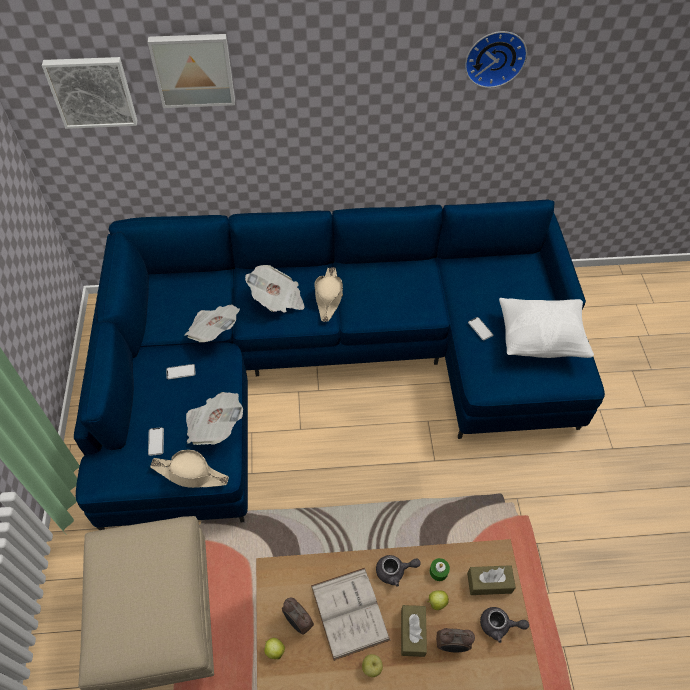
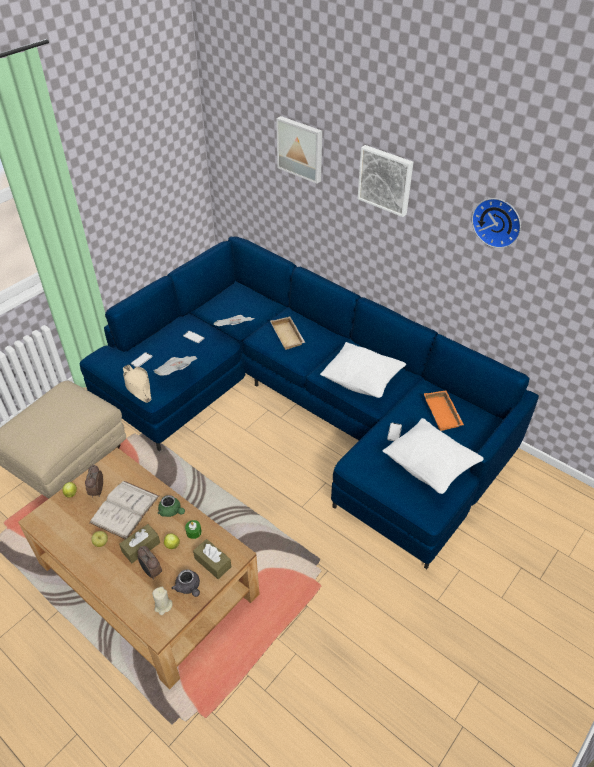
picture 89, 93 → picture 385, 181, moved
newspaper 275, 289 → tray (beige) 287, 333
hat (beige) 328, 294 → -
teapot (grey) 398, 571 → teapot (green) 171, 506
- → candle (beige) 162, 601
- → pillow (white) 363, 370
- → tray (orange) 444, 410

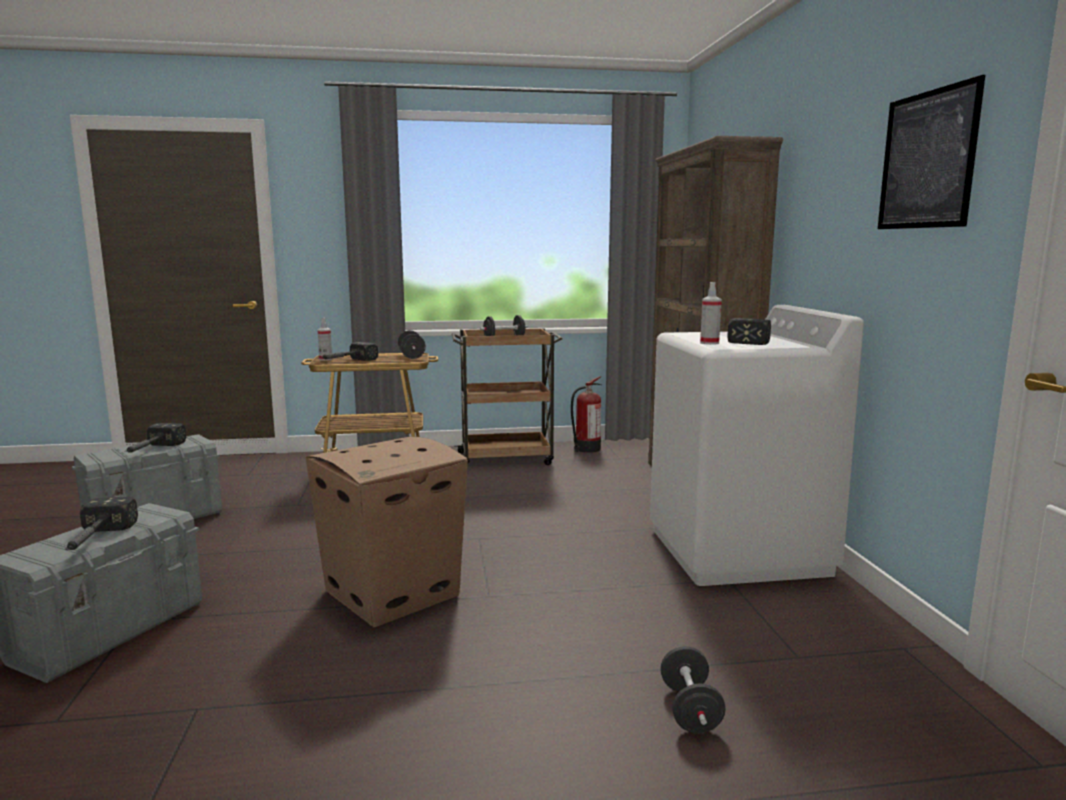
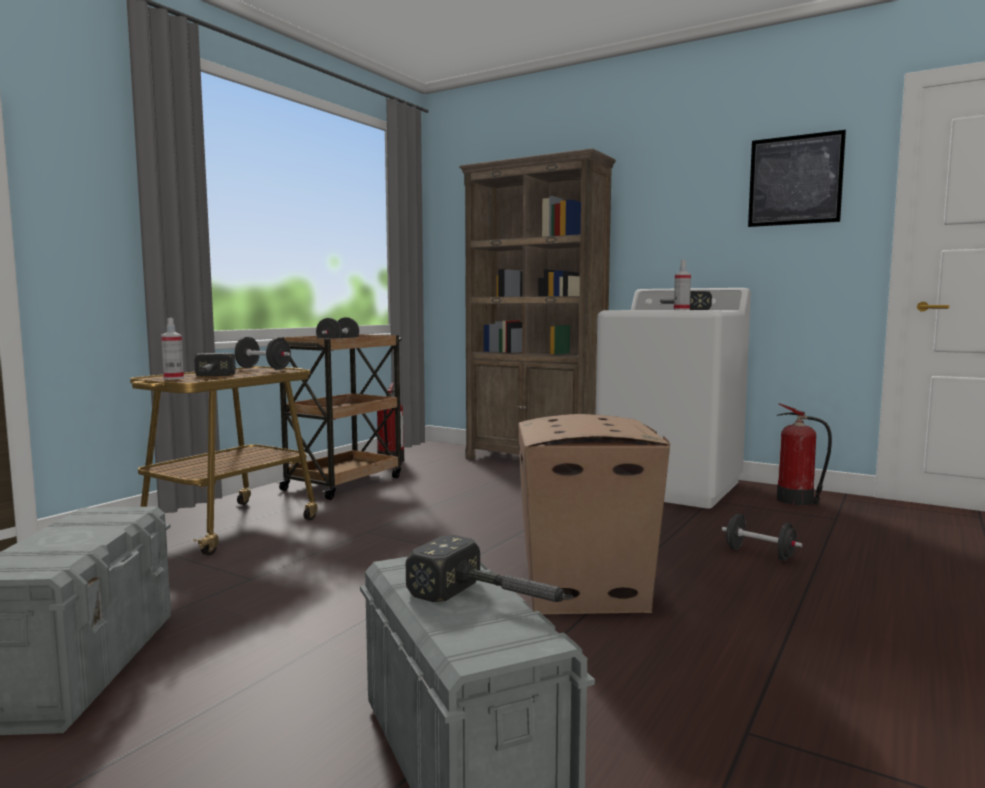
hammer 155, 438 → -
dumbbell (black) 693, 689 → dumbbell (black) 762, 537, moved
- → fire extinguisher 804, 454

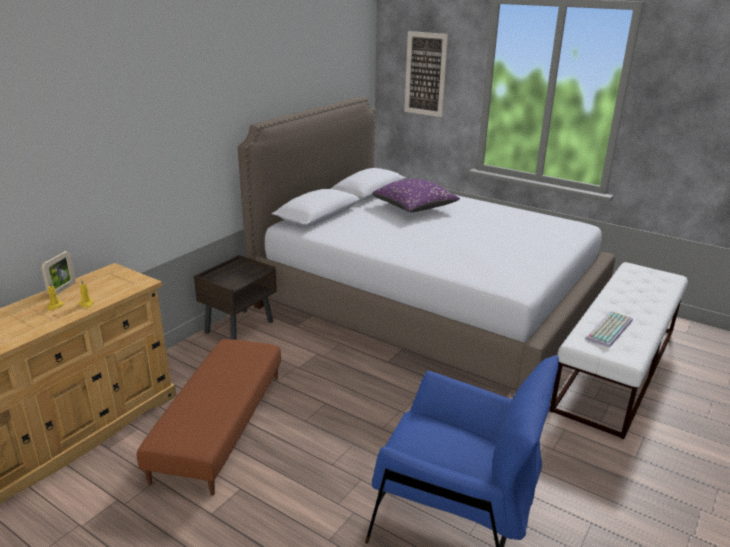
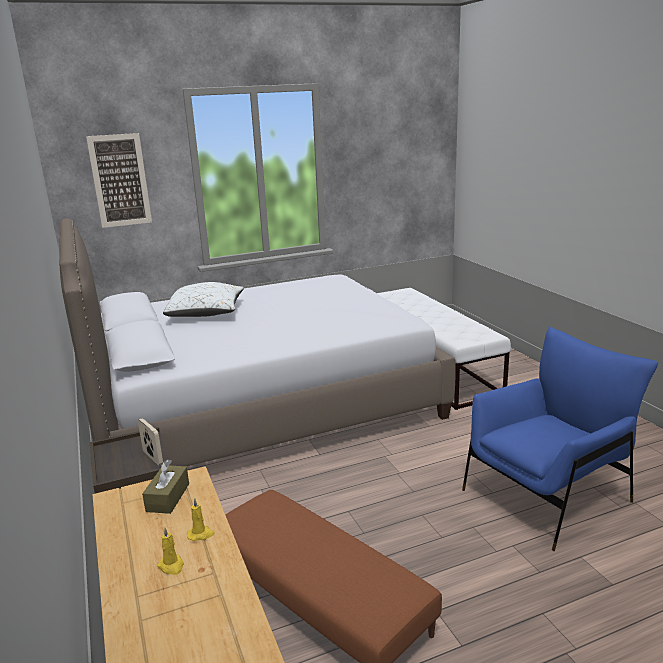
picture frame 58, 273 → picture frame 150, 442, moved
pillow (purple) 416, 196 → pillow (white) 203, 299
keyboard 609, 329 → -
- → tissue box (brown) 165, 486

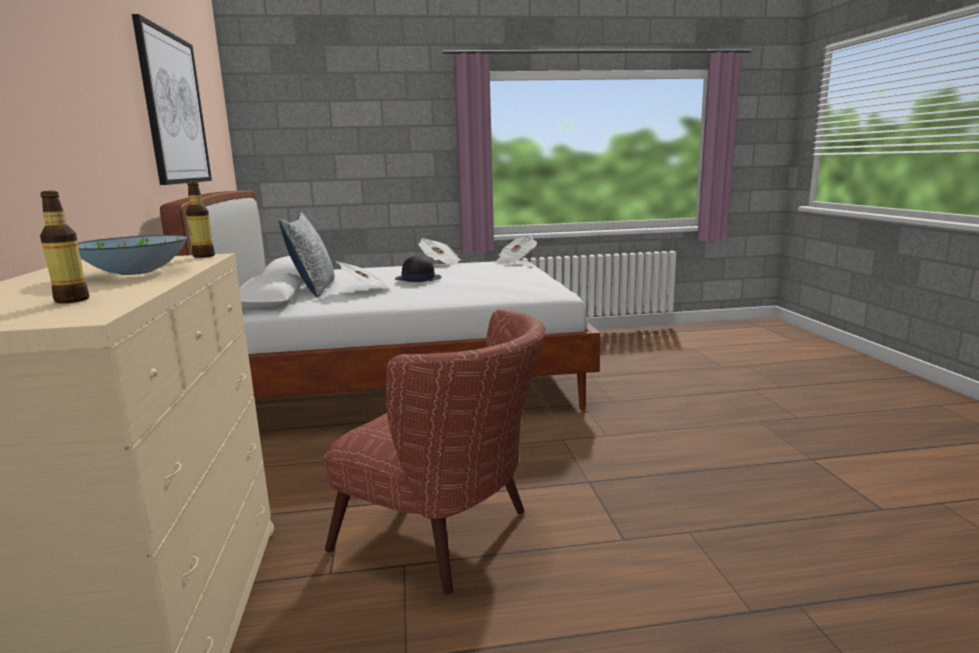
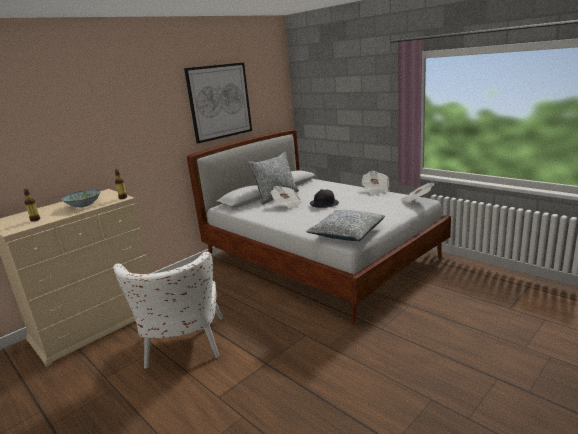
armchair (brown) 435, 452 → armchair (white) 168, 310
- → pillow 345, 225

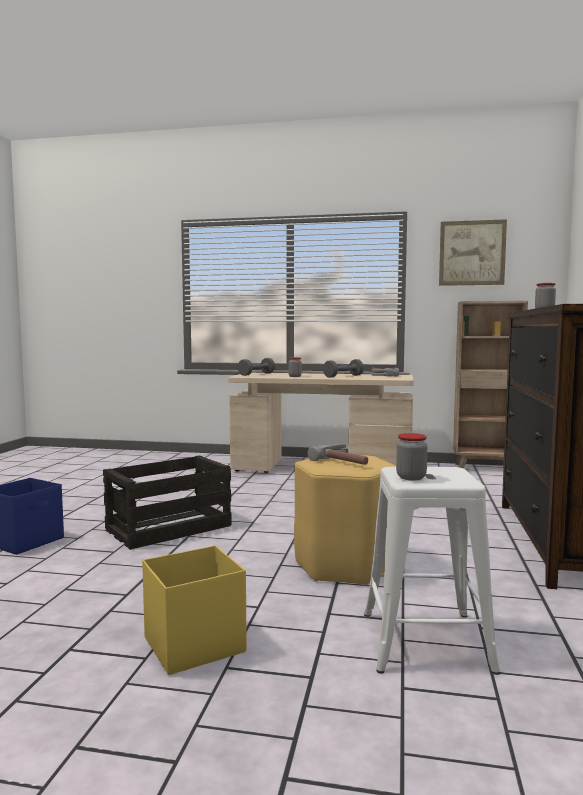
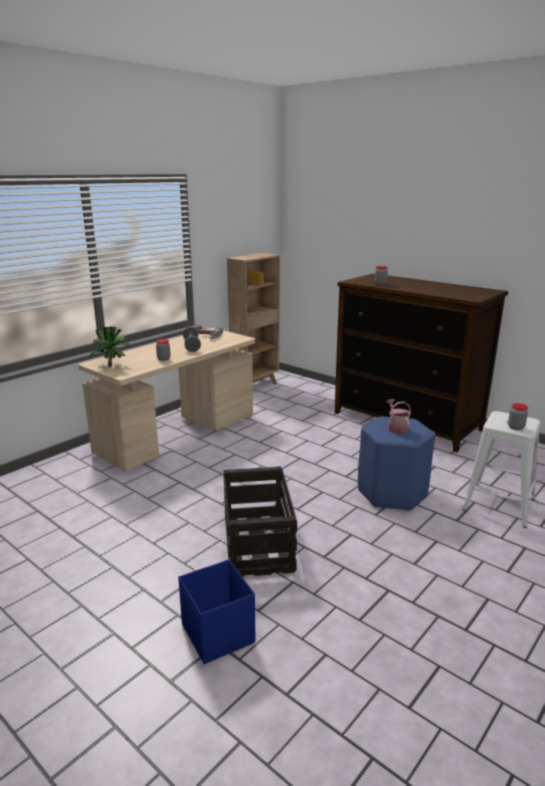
storage box (yellow) 194, 610 → -
dumbbell (grey) 256, 367 → potted plant 109, 346
stool (yellow) 345, 520 → stool (blue) 396, 463
hammer 338, 454 → watering can 398, 416
picture 473, 252 → -

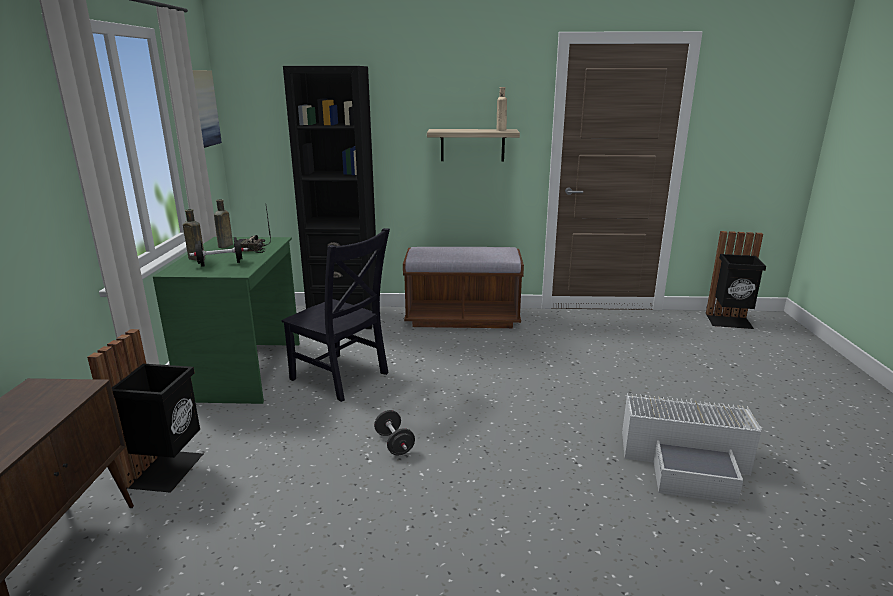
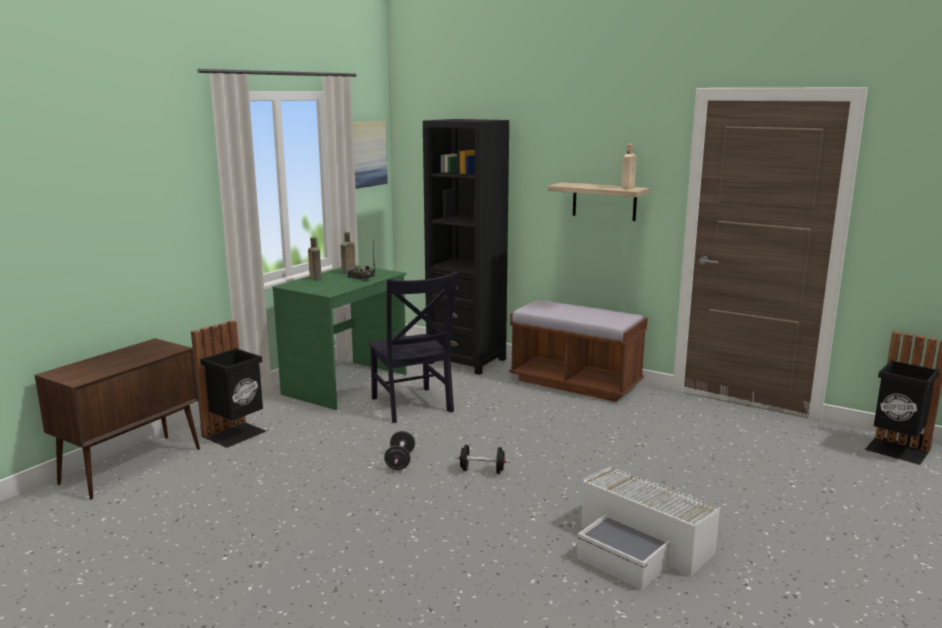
dumbbell (black) 218, 252 → dumbbell (black) 482, 459, moved

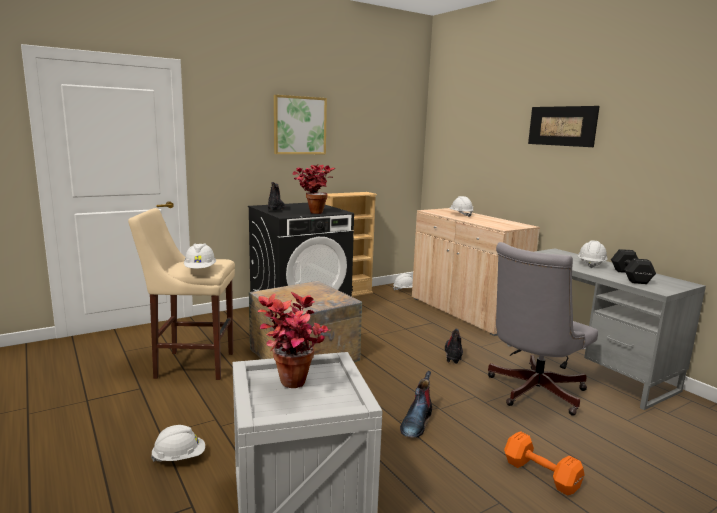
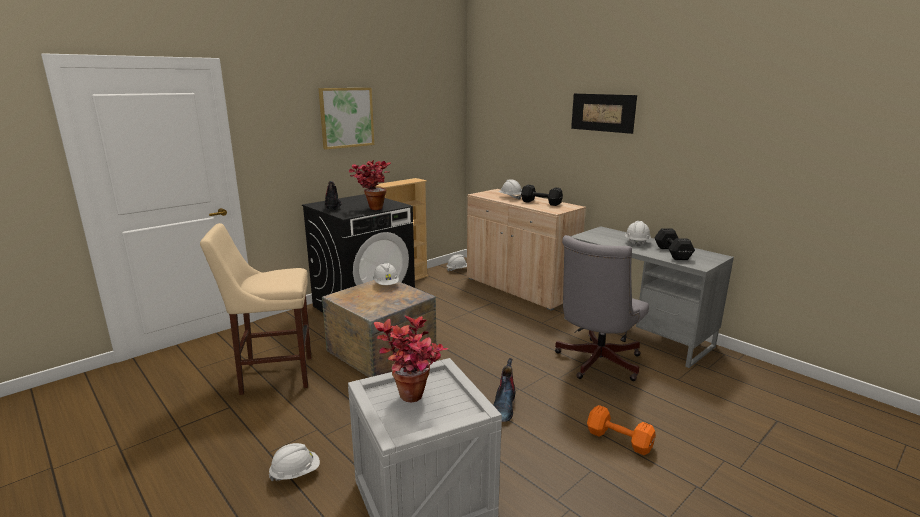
hard hat (white) 200, 255 → hard hat (white) 386, 274, moved
boot 454, 346 → -
- → dumbbell (black) 542, 195

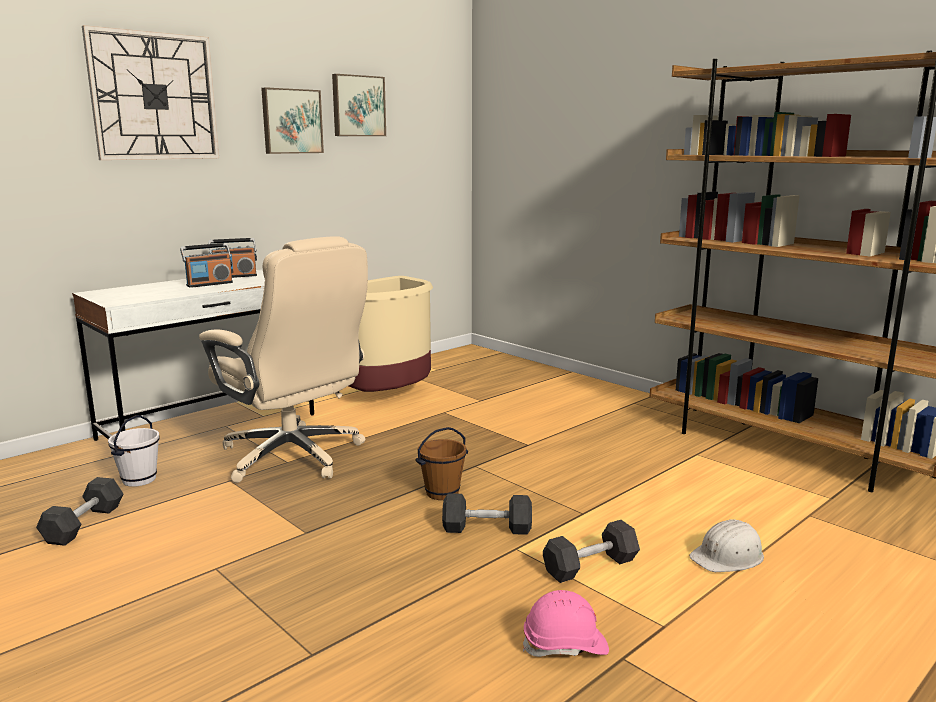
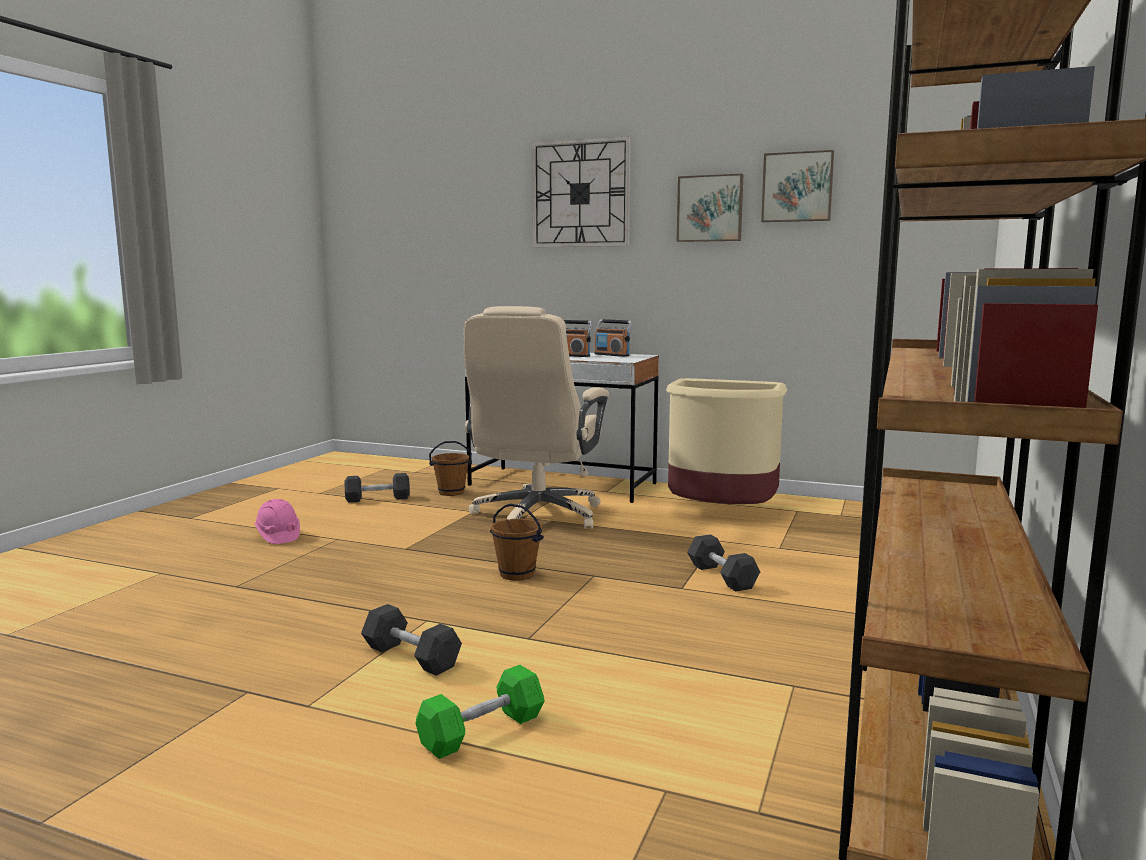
bucket (white) 133, 451 → bucket (brown) 450, 468
dumbbell (grey) 487, 514 → dumbbell (grey) 723, 563, moved
hard hat (pink) 566, 623 → hard hat (pink) 277, 521, moved
hard hat (white) 726, 545 → dumbbell (green) 480, 712

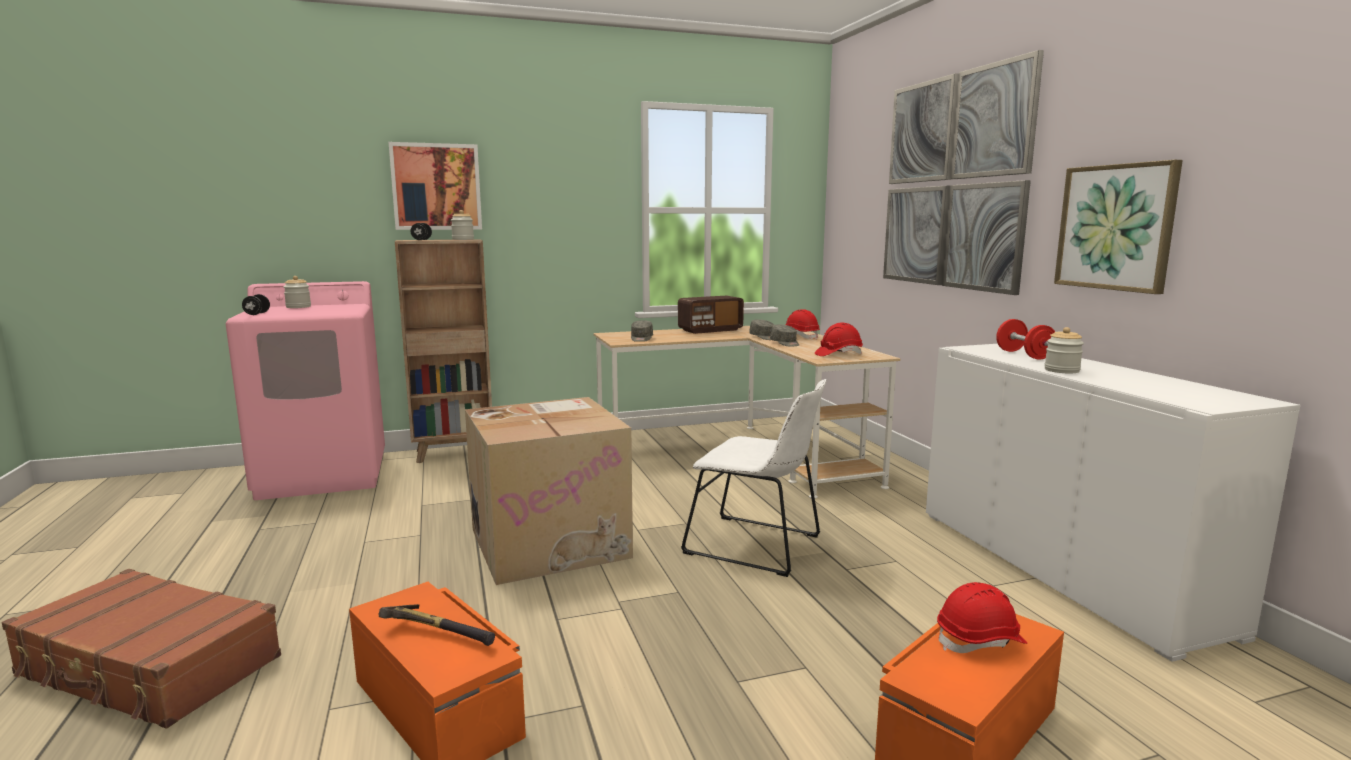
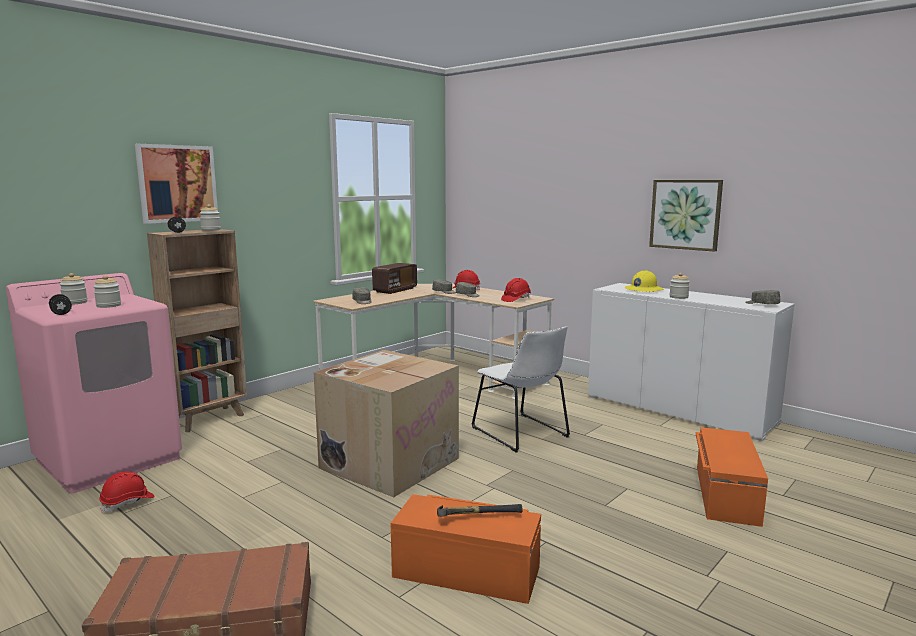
chair (white) 753, 478 → chair (white) 520, 389, 60 degrees clockwise
picture 963, 172 → -
hard hat (red) 982, 617 → hard hat (red) 126, 492, moved
dumbbell (red) 1025, 339 → hard hat (yellow) 644, 281
- → jar 107, 291
- → cap (grey) 762, 297

